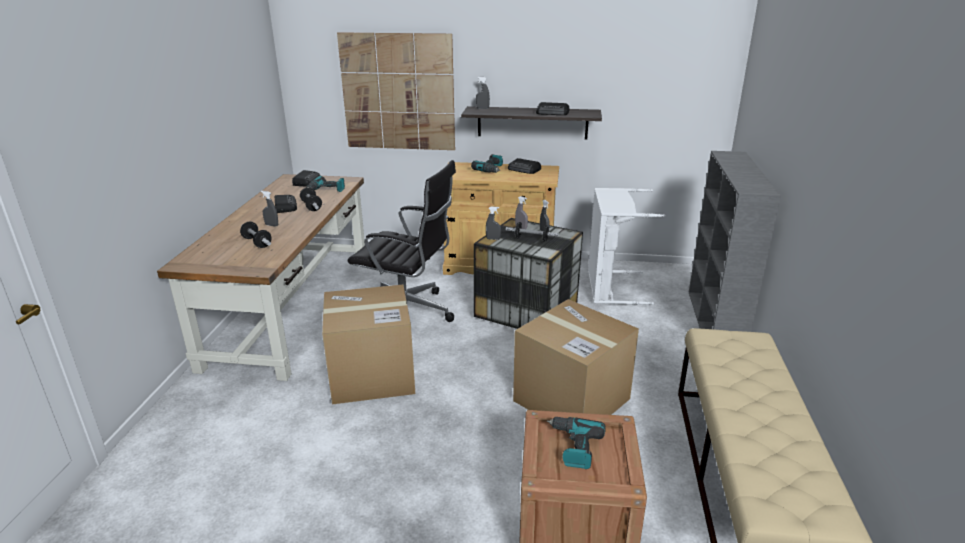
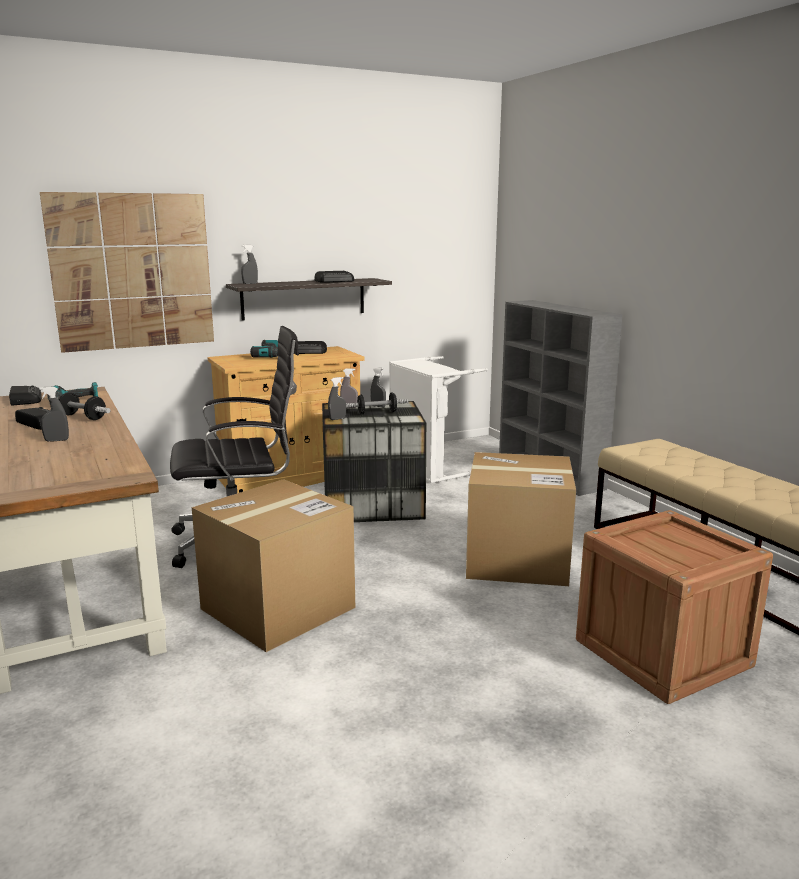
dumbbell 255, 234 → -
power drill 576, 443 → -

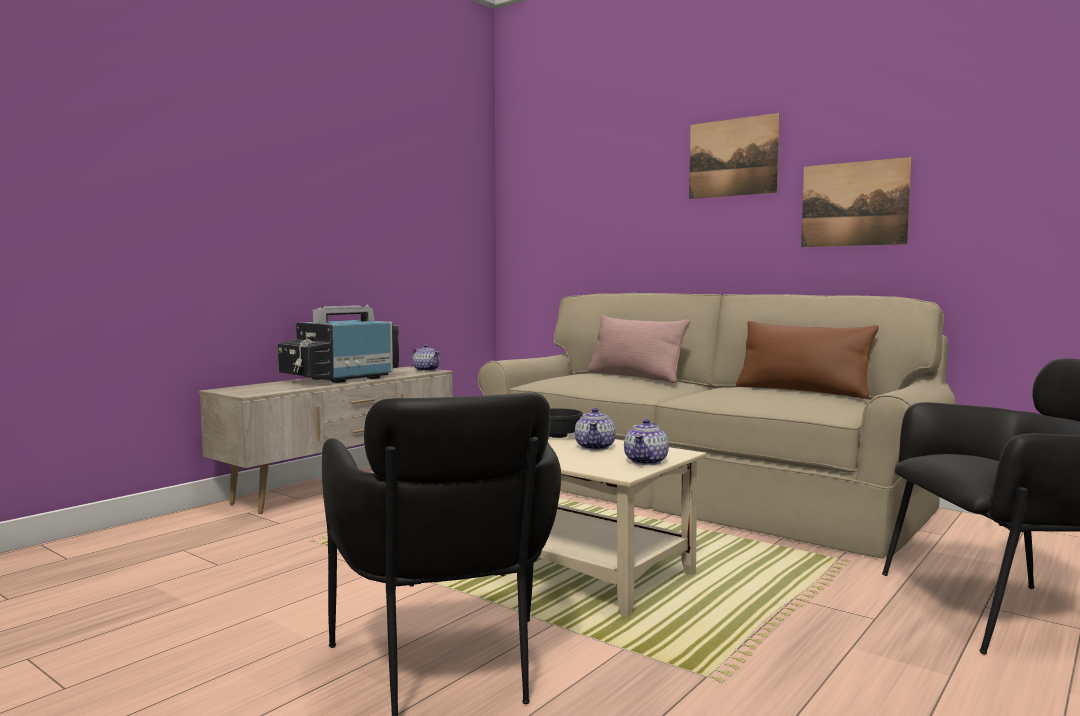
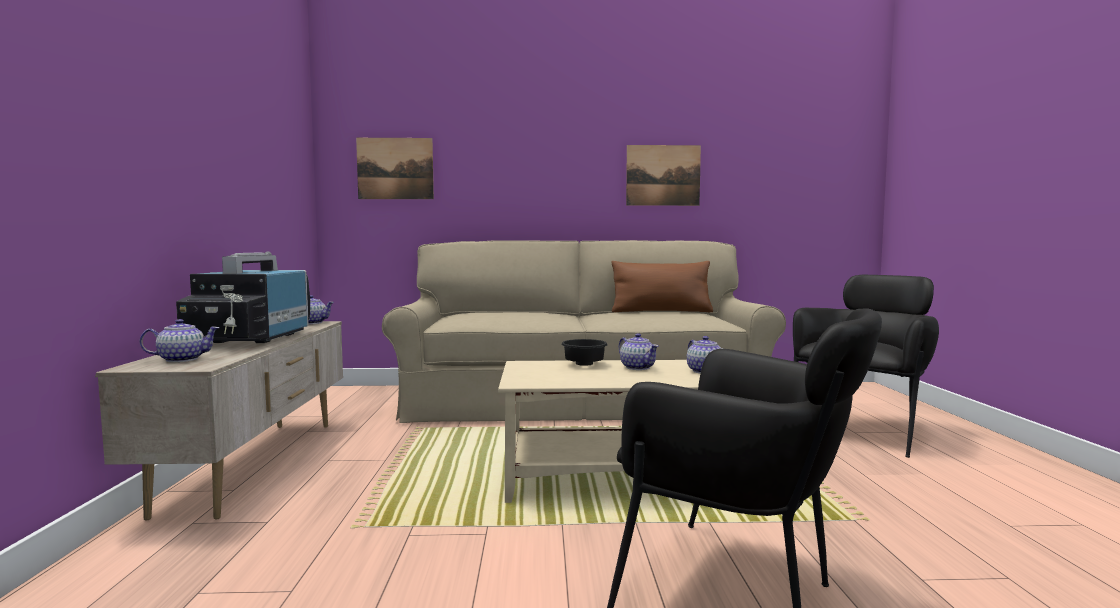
pillow (pink) 638, 349 → -
picture 734, 156 → picture 395, 168, moved
- → teapot 180, 340

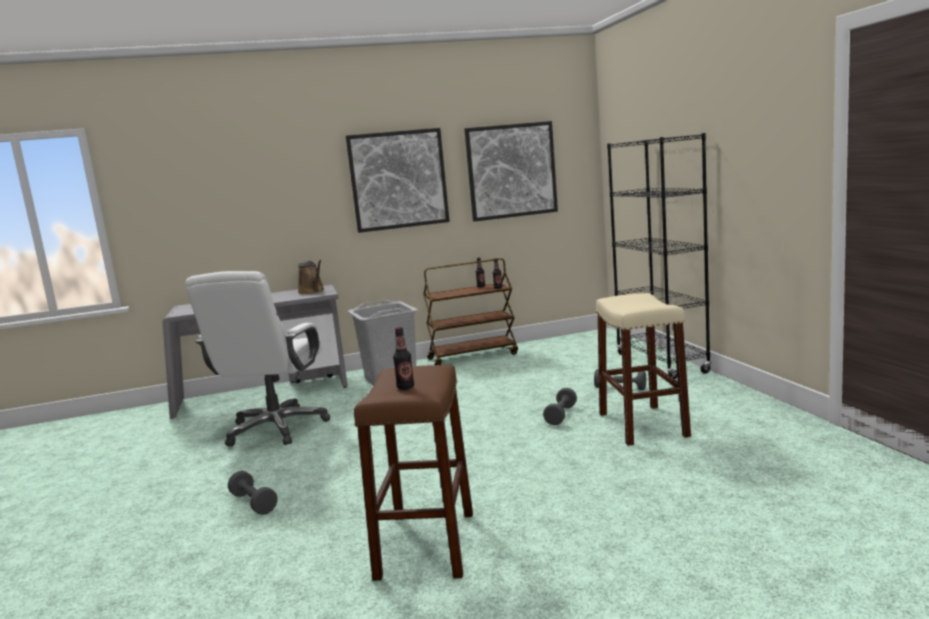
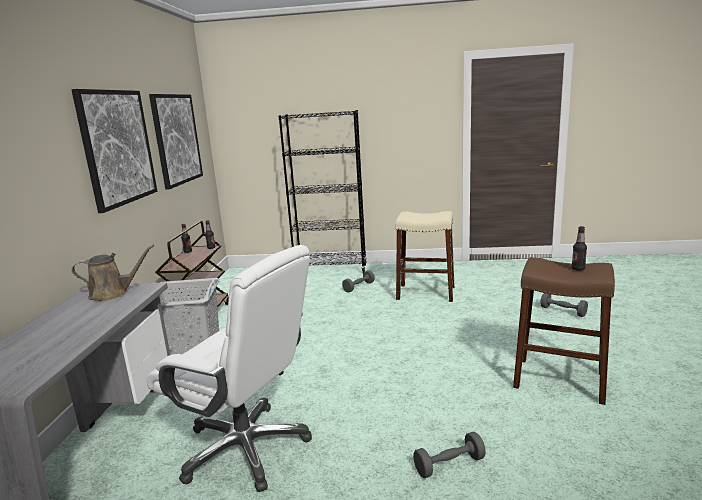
dumbbell (grey) 560, 406 → dumbbell (grey) 564, 305, moved

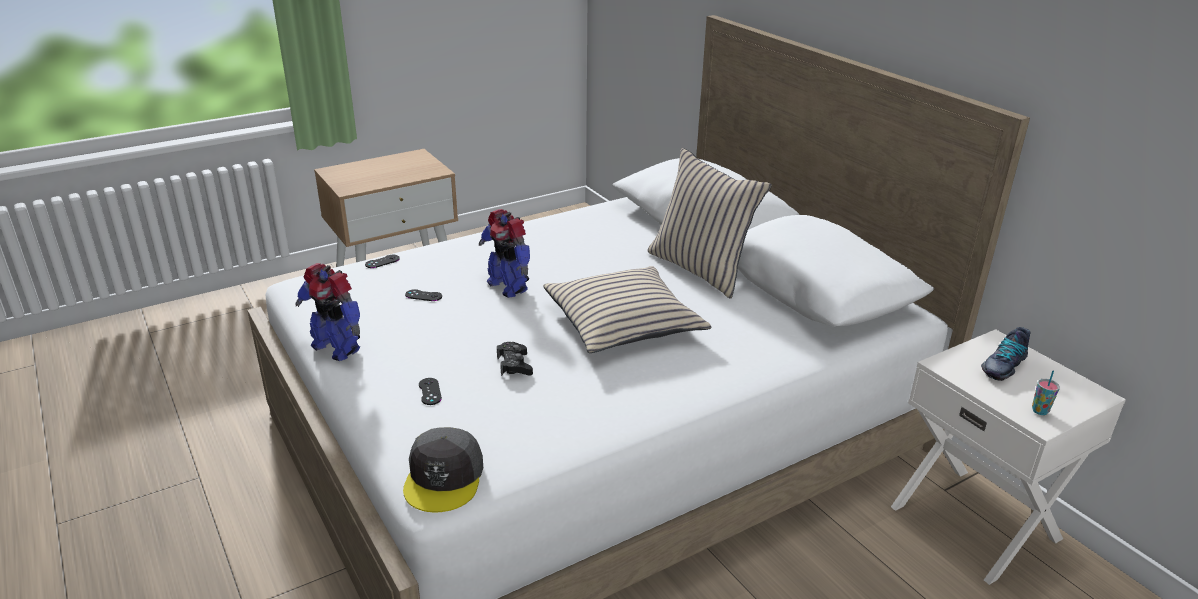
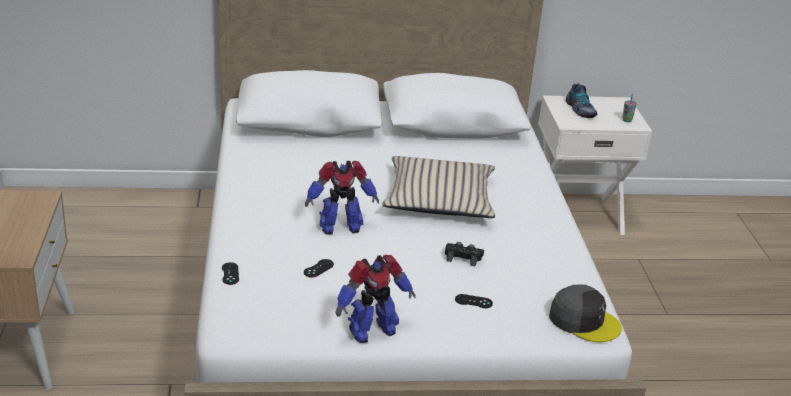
pillow (beige) 709, 223 → -

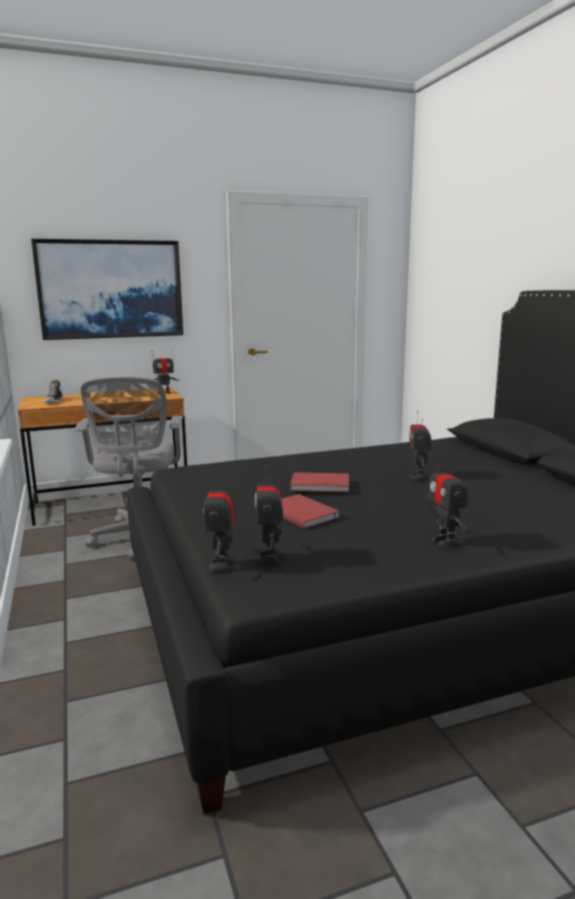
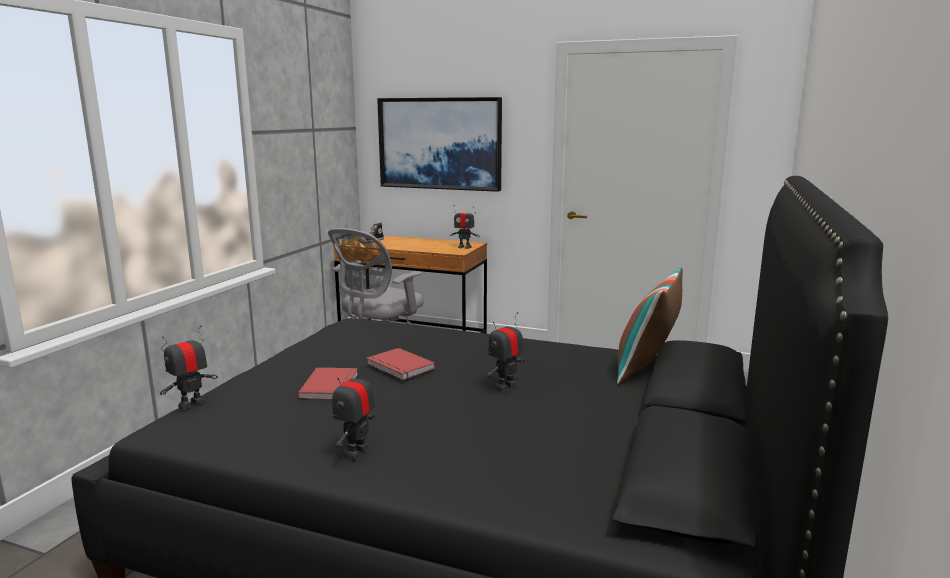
toy robot 269, 514 → -
- → pillow 650, 326

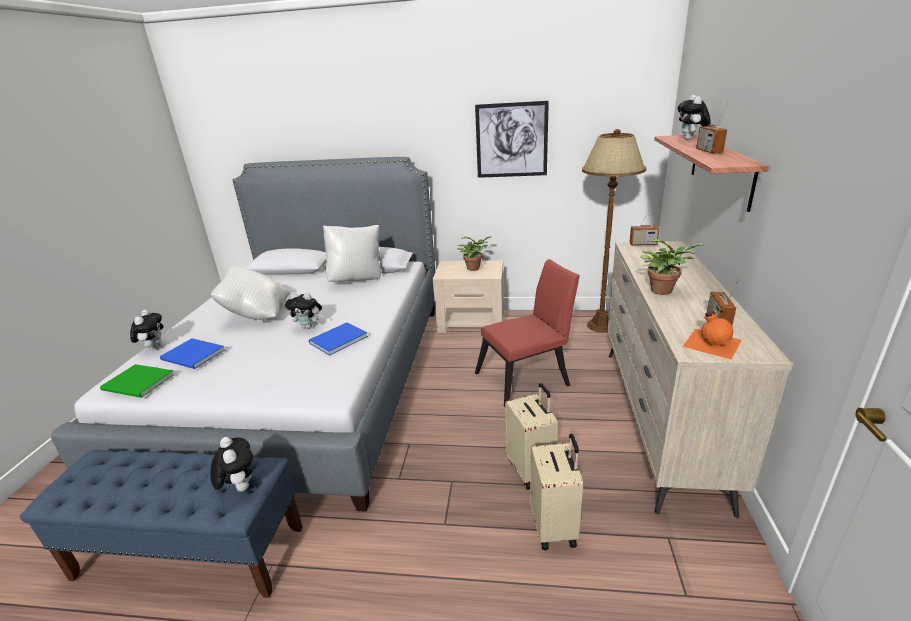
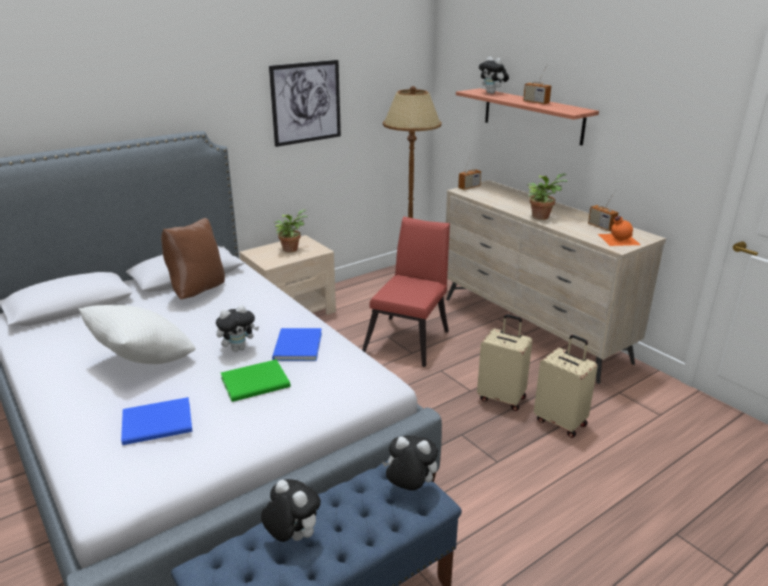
book (green) 137, 381 → book (green) 256, 381, moved
plush toy 146, 329 → plush toy 291, 510, moved
pillow (white) 352, 253 → pillow (brown) 193, 259

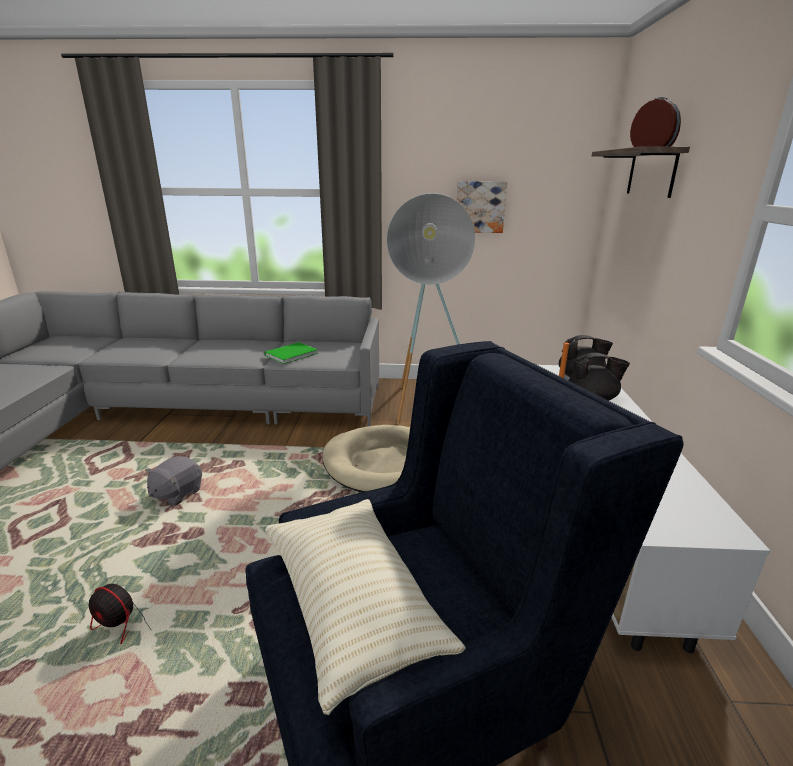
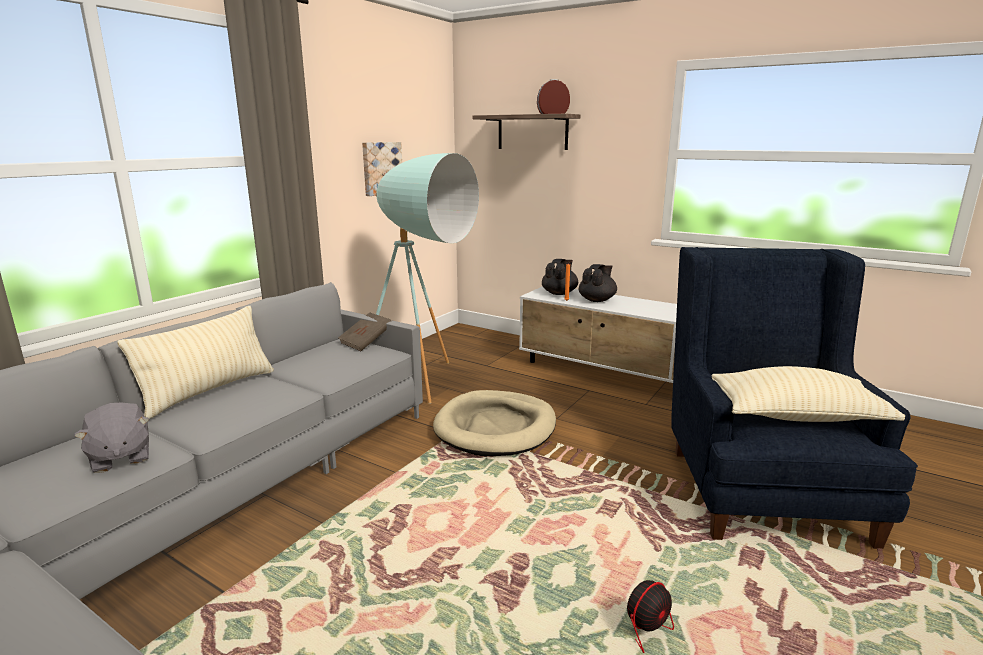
plush toy (grey) 173, 480 → plush toy (grey) 111, 437, moved
book (green) 291, 353 → -
- → pillow (beige) 196, 362
- → book (brown) 364, 331

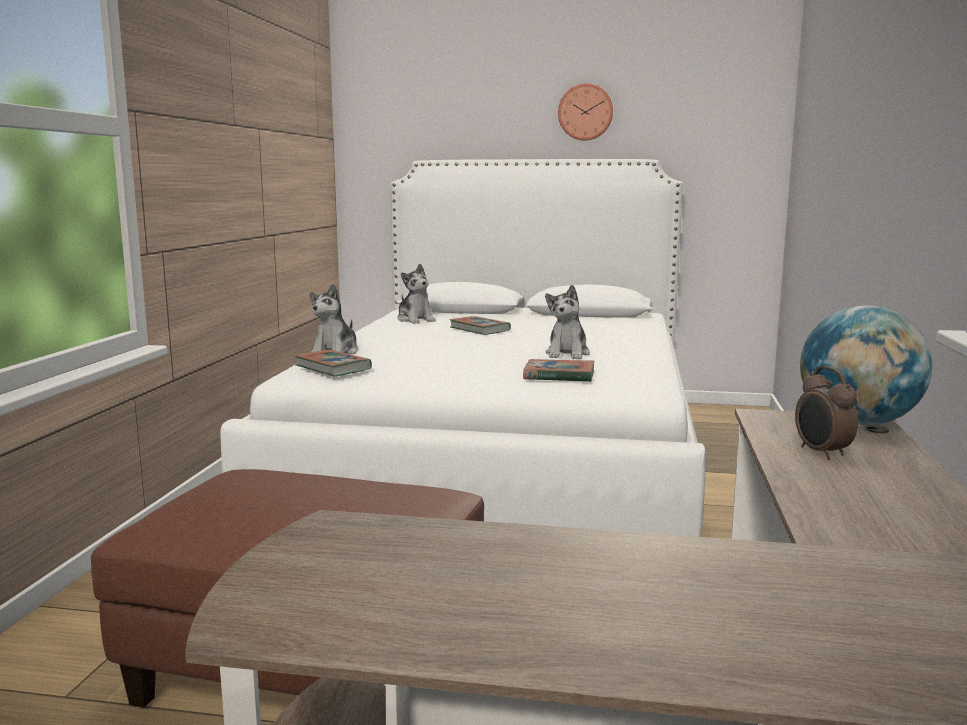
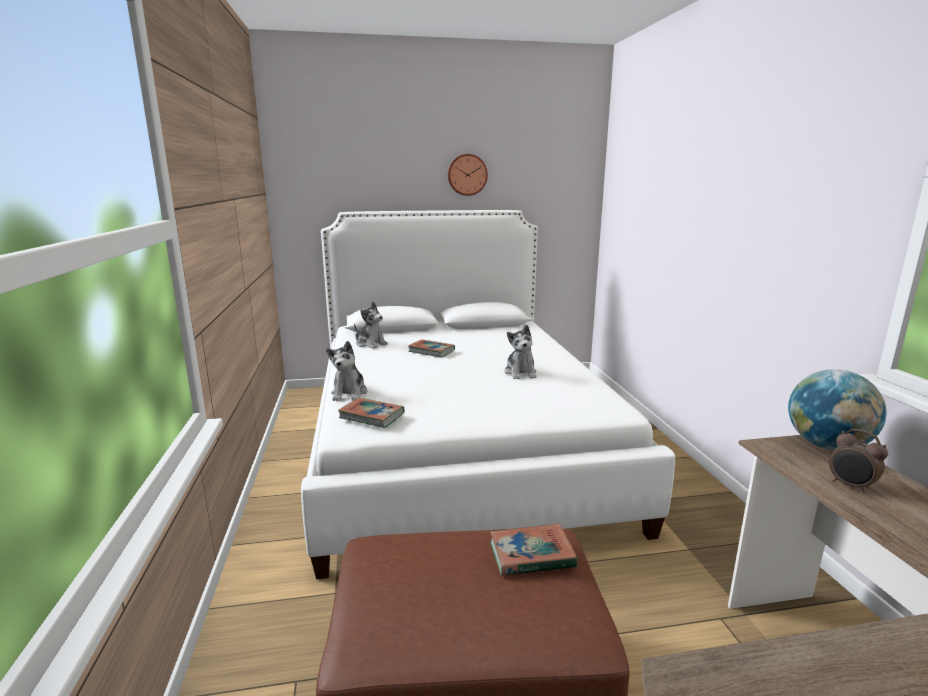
book 559, 370 → book 533, 550, moved

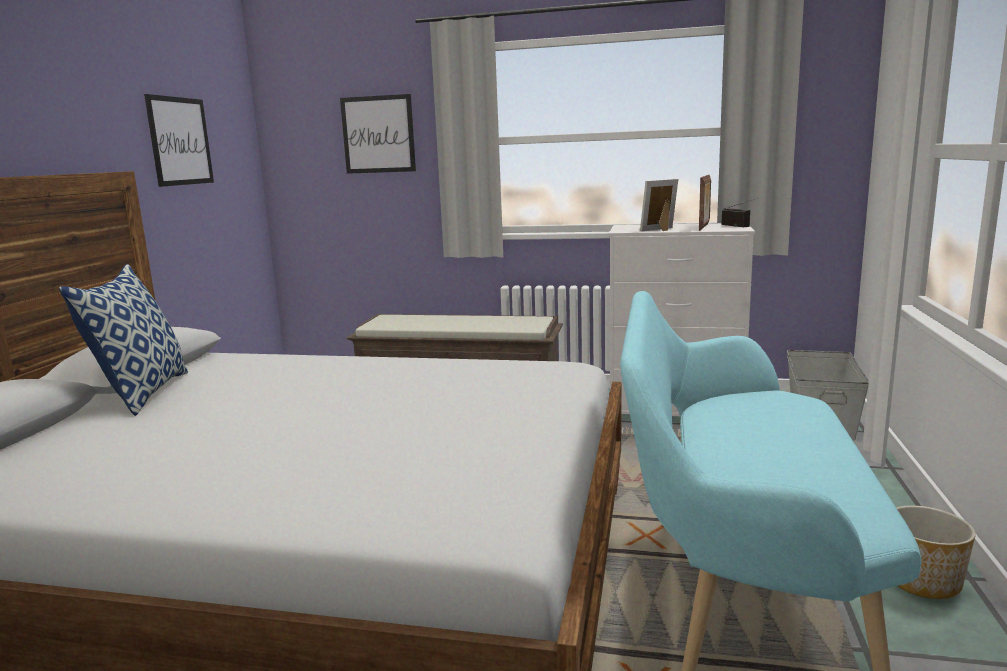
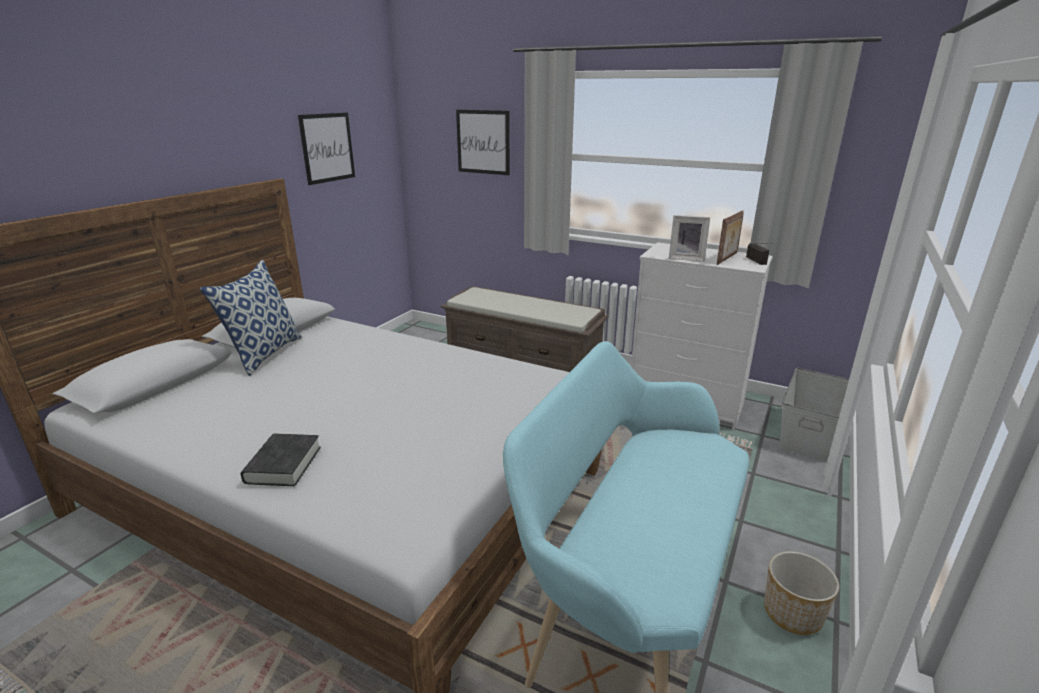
picture frame 659, 205 → picture frame 689, 238, 150 degrees counterclockwise
- → book (black) 281, 460

